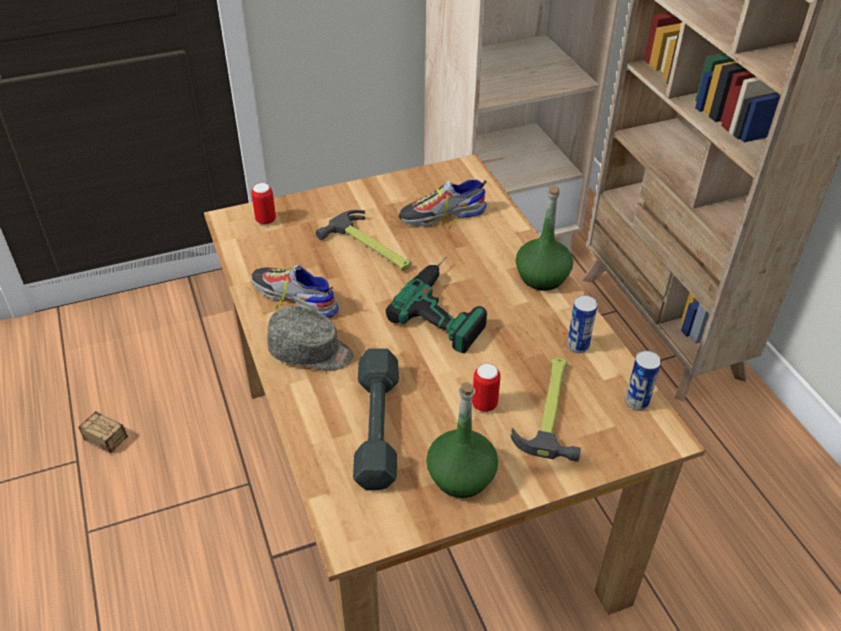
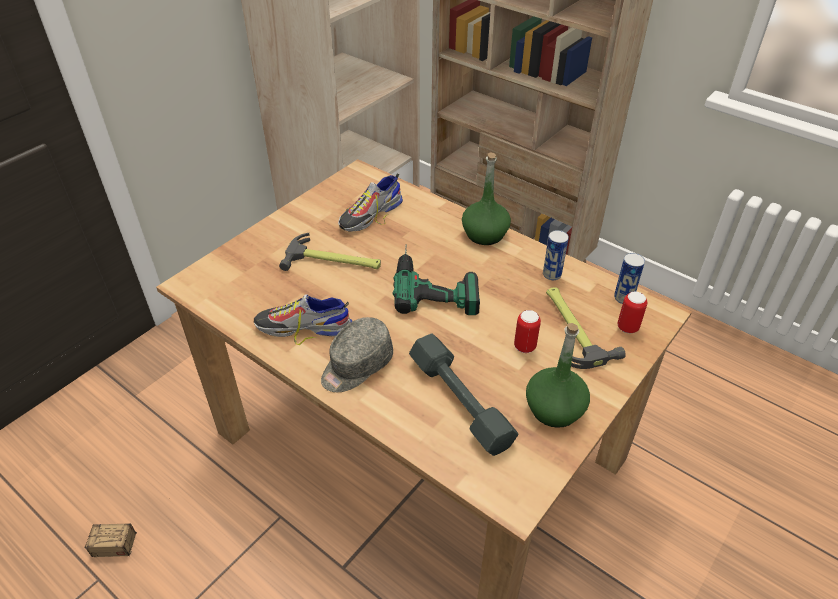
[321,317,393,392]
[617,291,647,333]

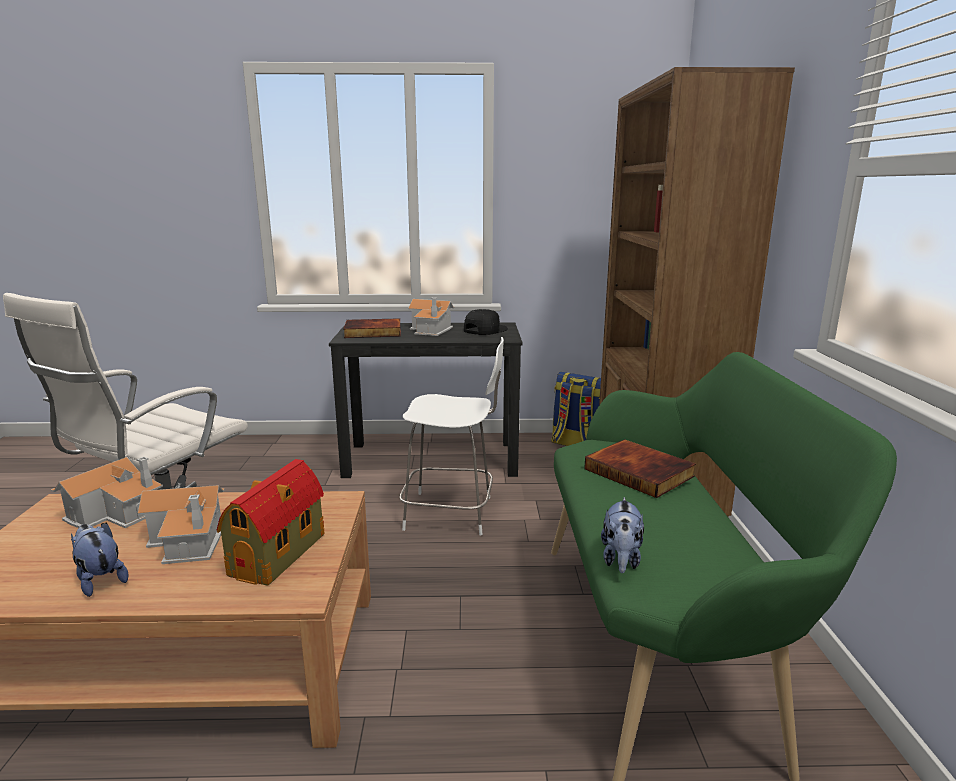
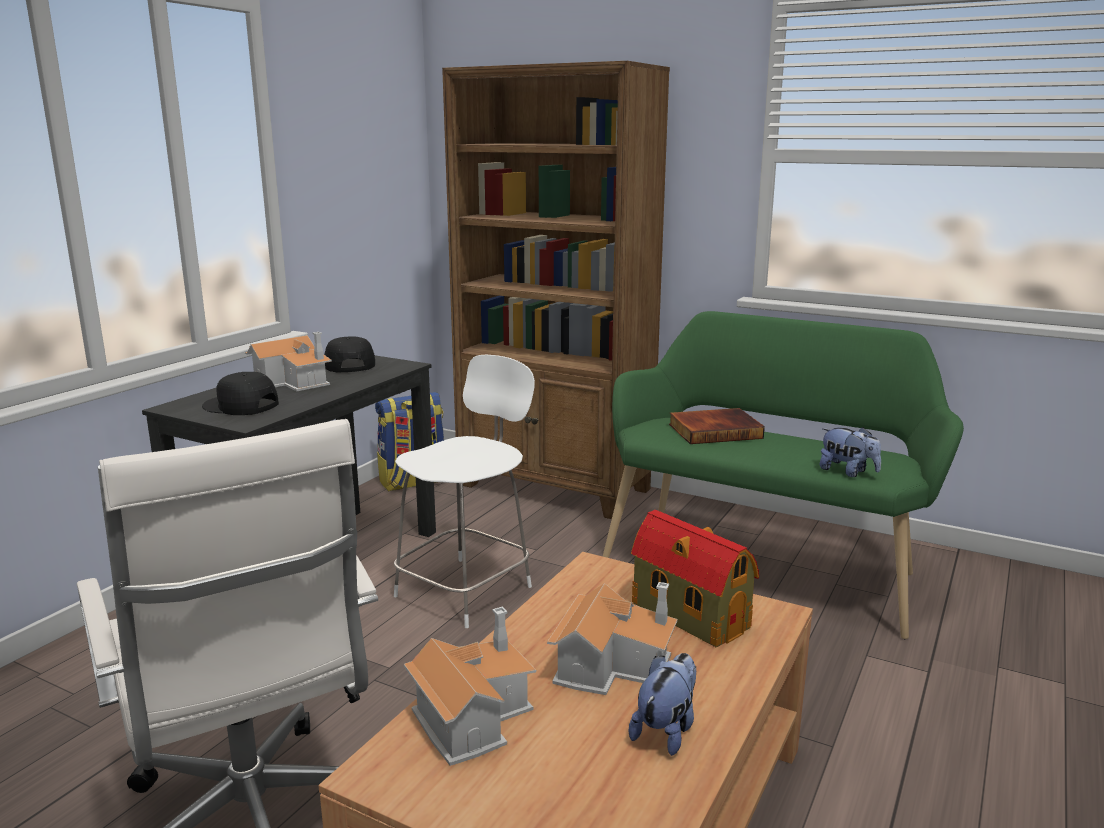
[202,372,279,415]
[629,653,696,756]

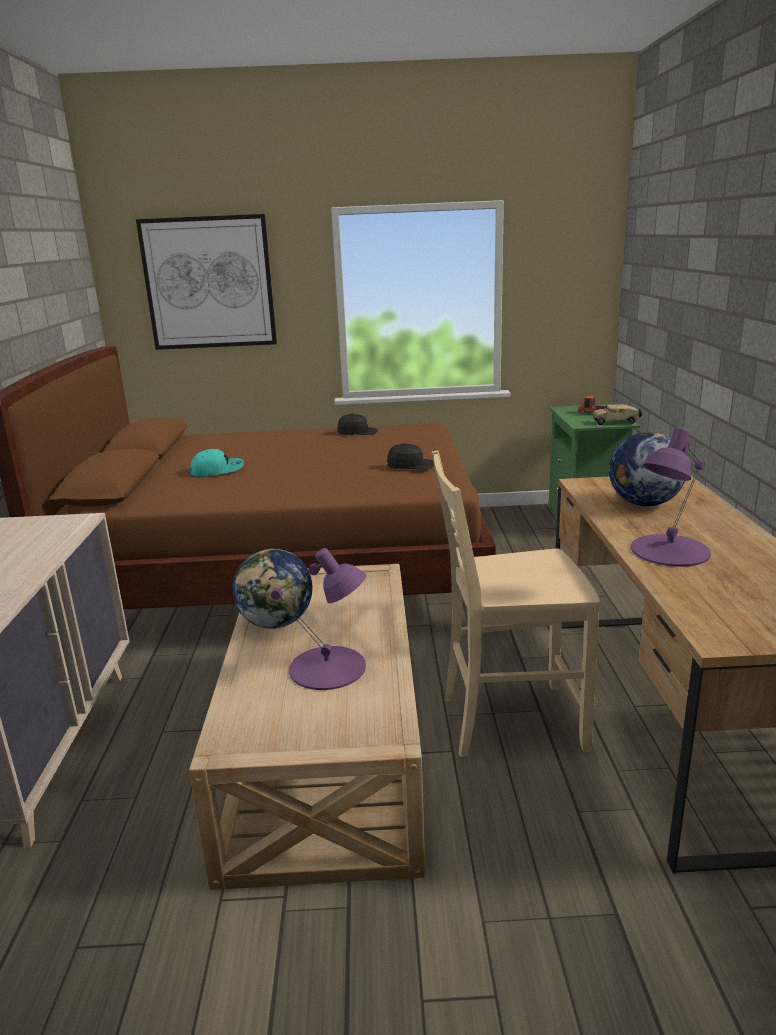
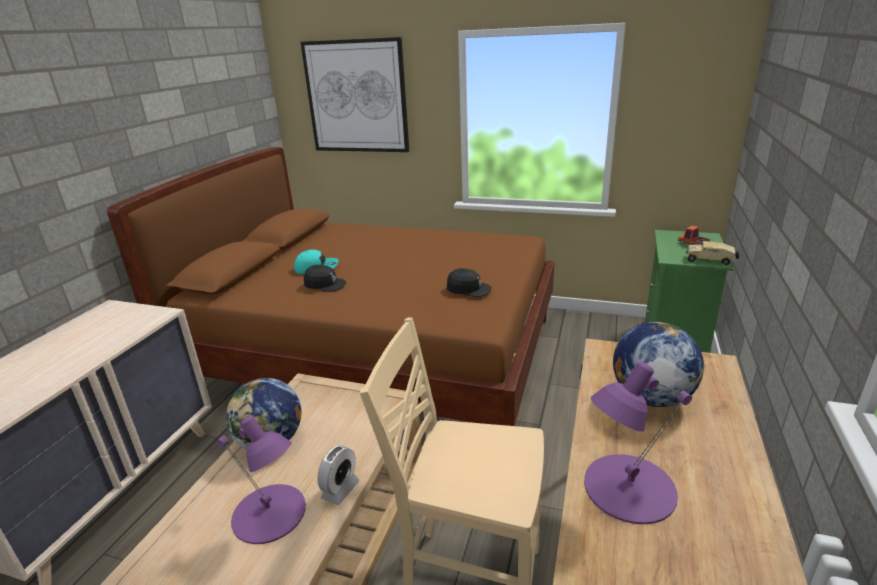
[304,265,347,292]
[317,445,359,505]

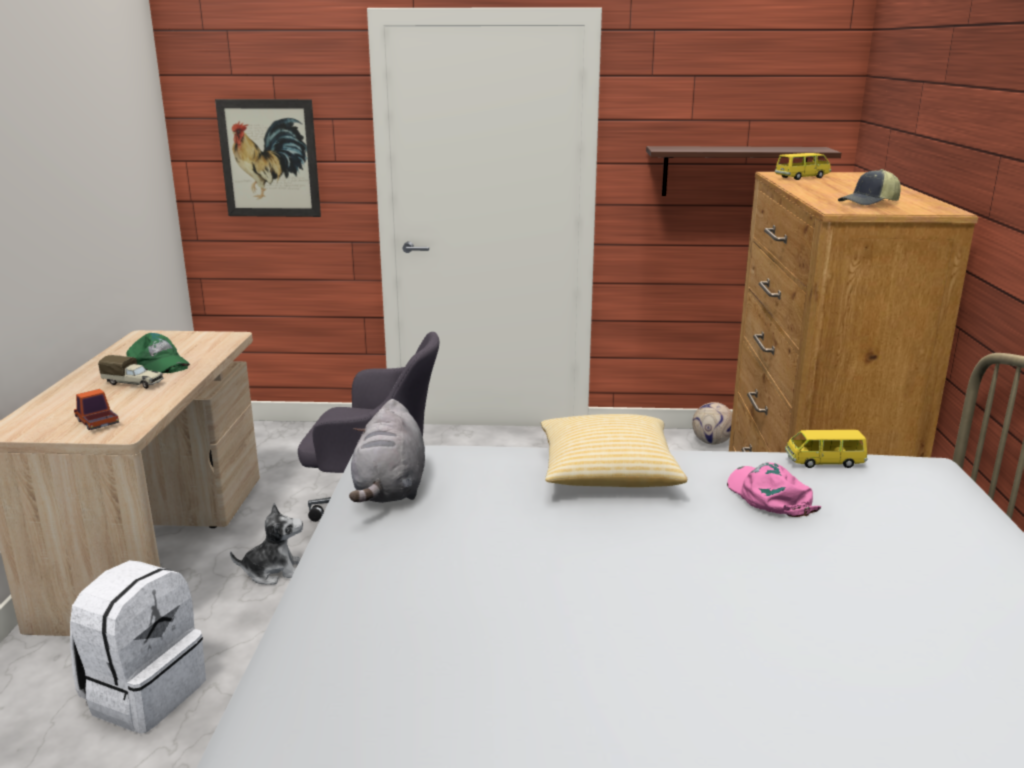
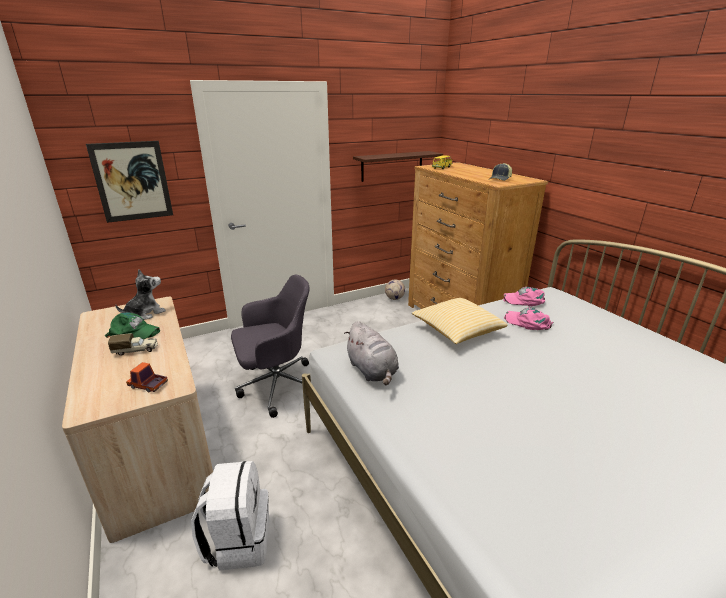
[115,269,166,320]
[503,287,545,306]

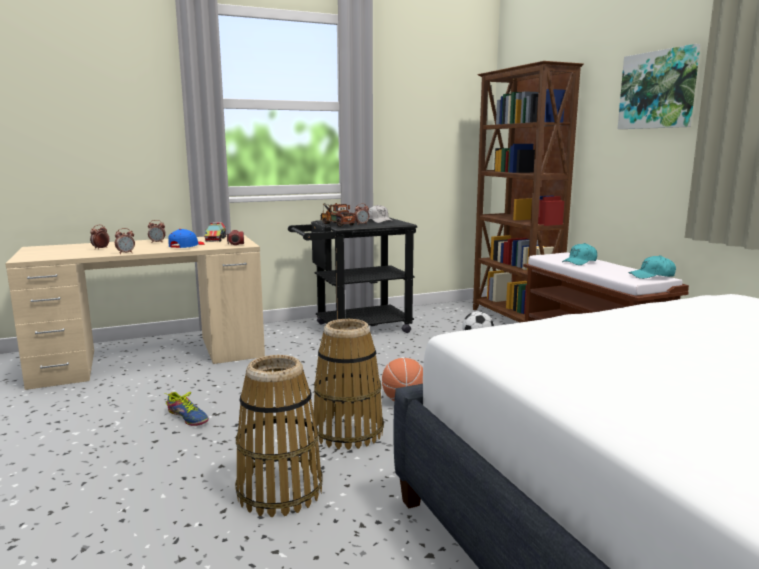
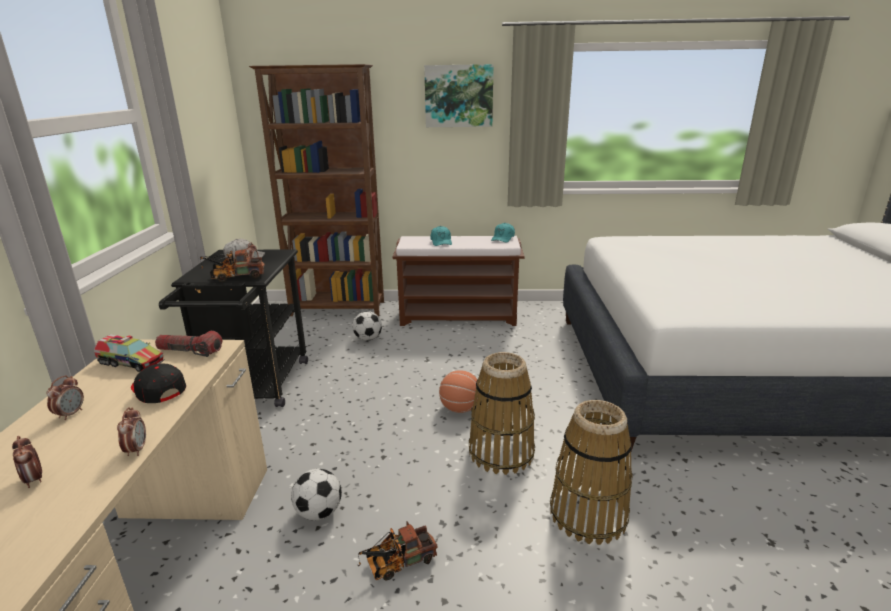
[131,363,186,403]
[291,469,342,521]
[358,522,438,580]

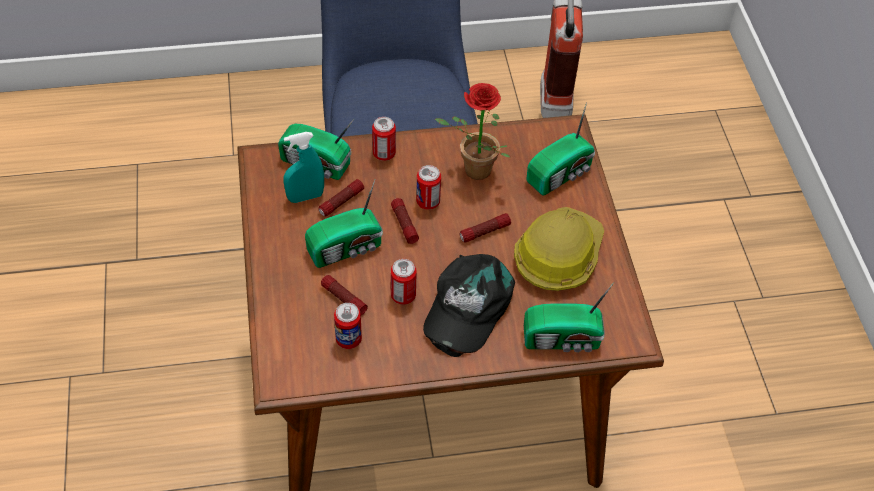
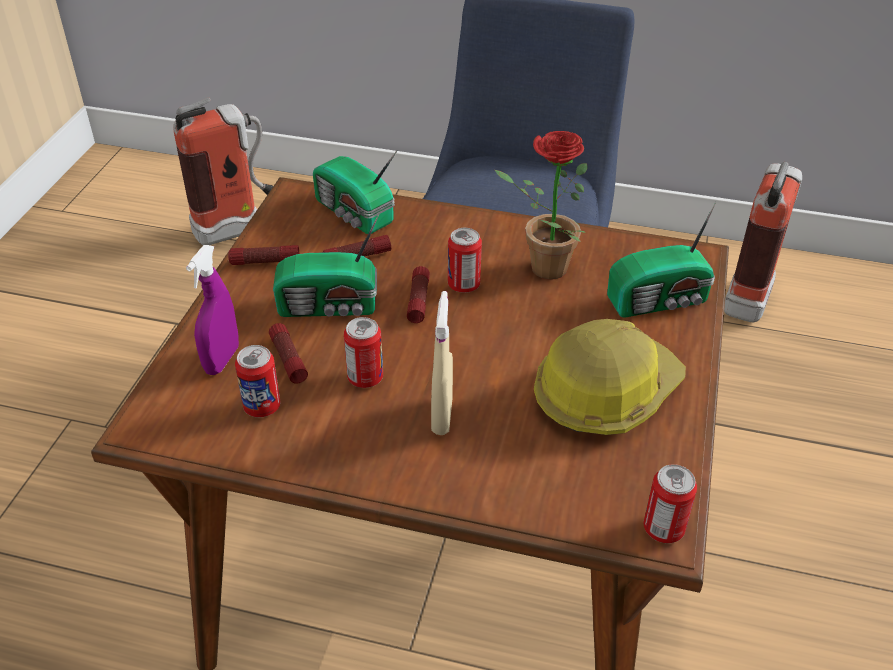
[173,97,273,245]
[186,245,239,375]
[228,245,300,265]
[431,291,453,435]
[644,464,697,543]
[283,132,324,203] (first image)
[524,282,614,352] (first image)

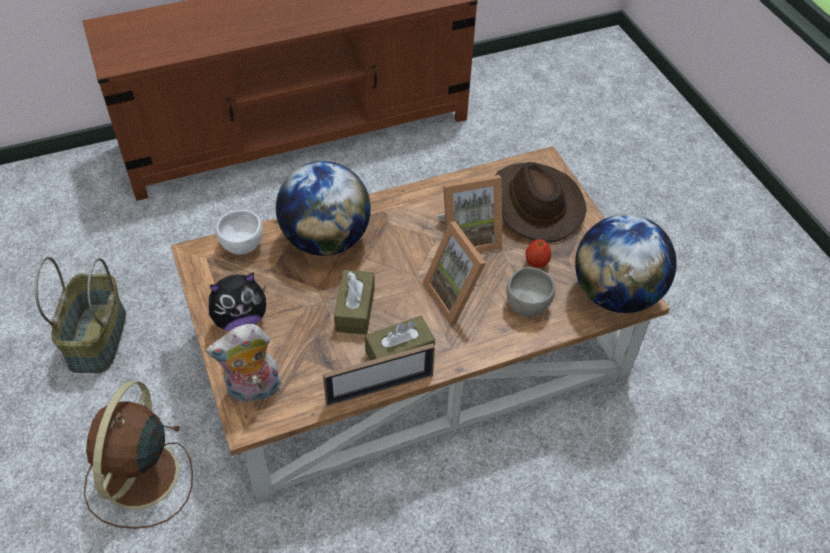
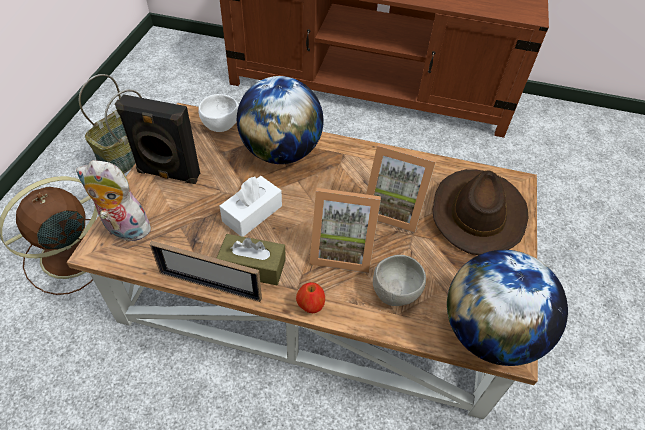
[115,94,200,184]
[219,176,282,237]
[296,282,325,313]
[310,188,381,273]

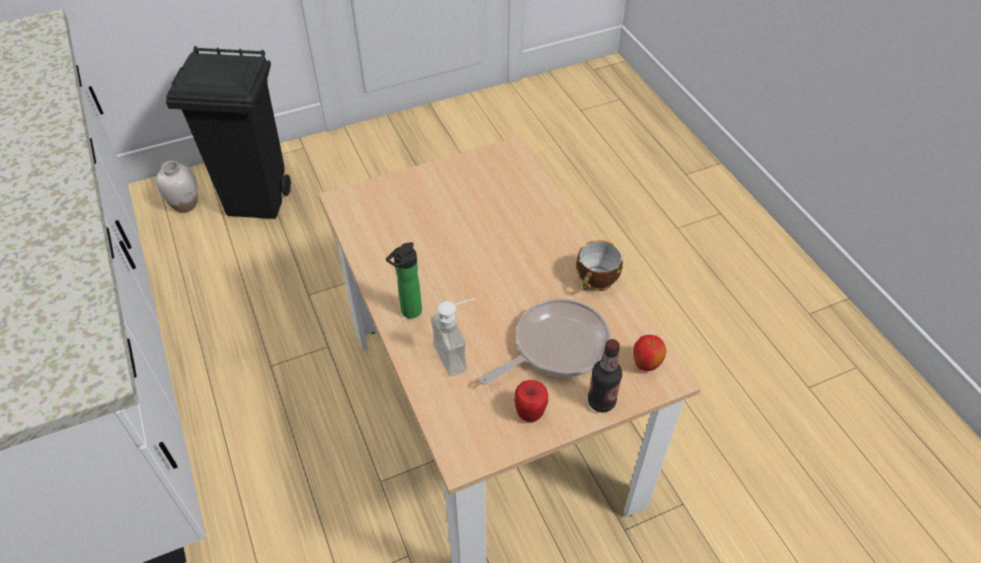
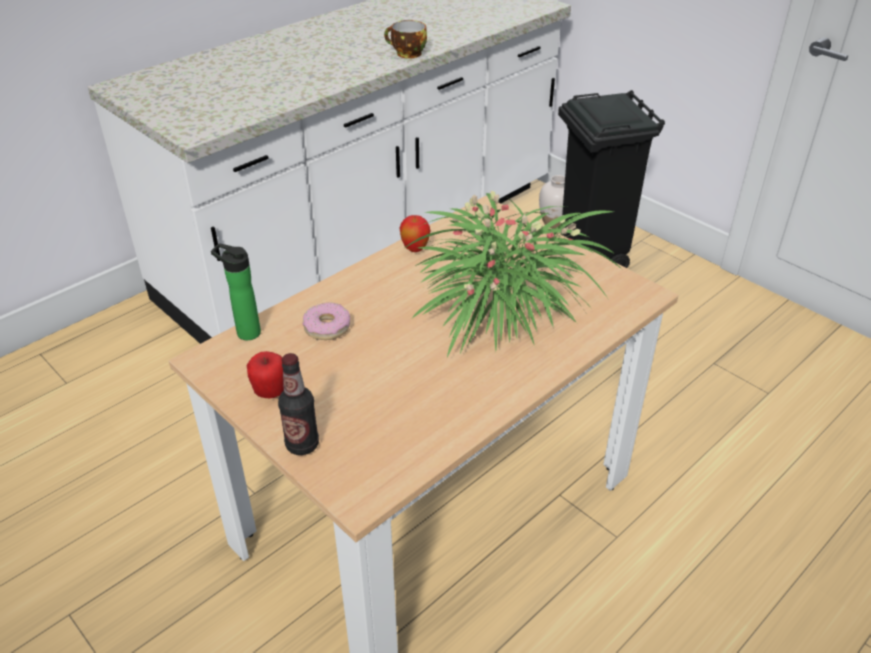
[211,243,261,340]
[303,302,350,340]
[384,20,427,58]
[400,215,430,252]
[405,190,623,357]
[480,298,611,385] (first image)

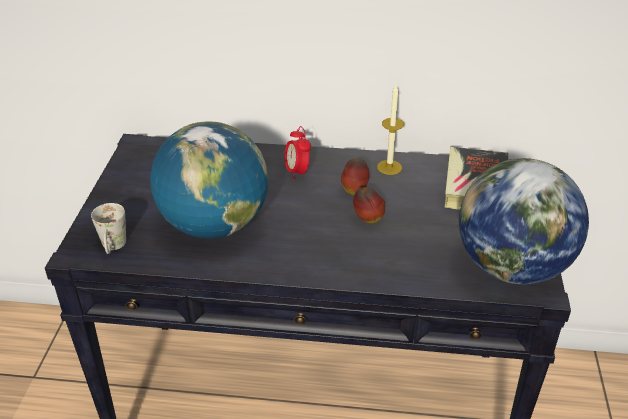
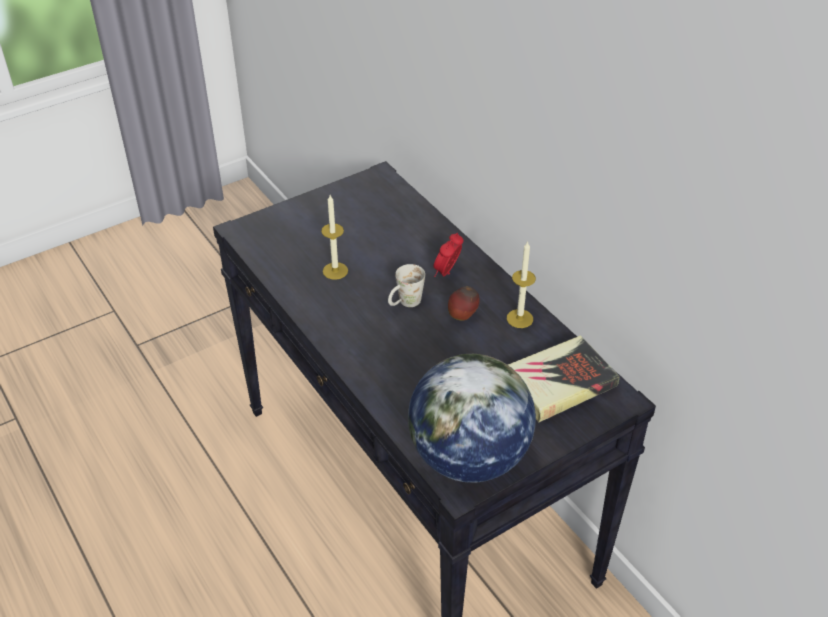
[321,195,348,280]
[388,264,425,307]
[353,187,385,223] (first image)

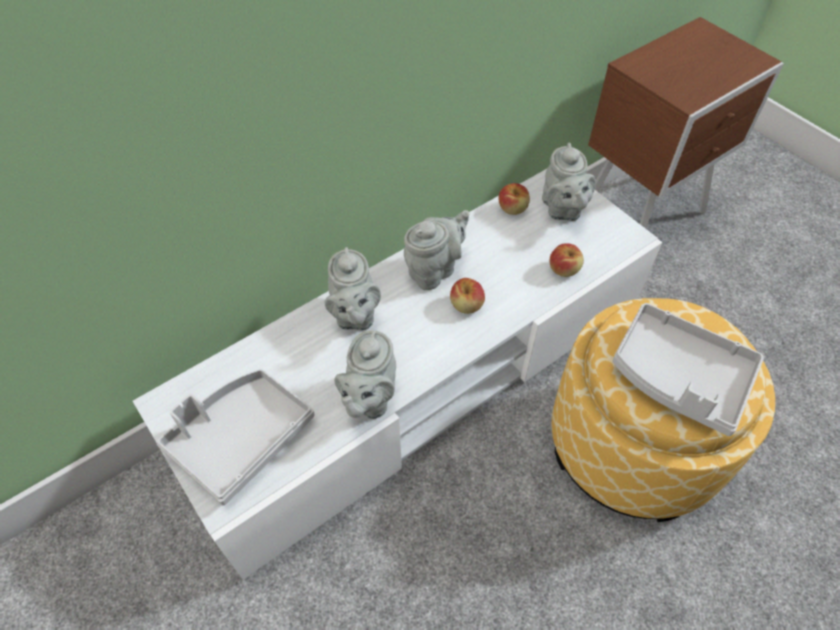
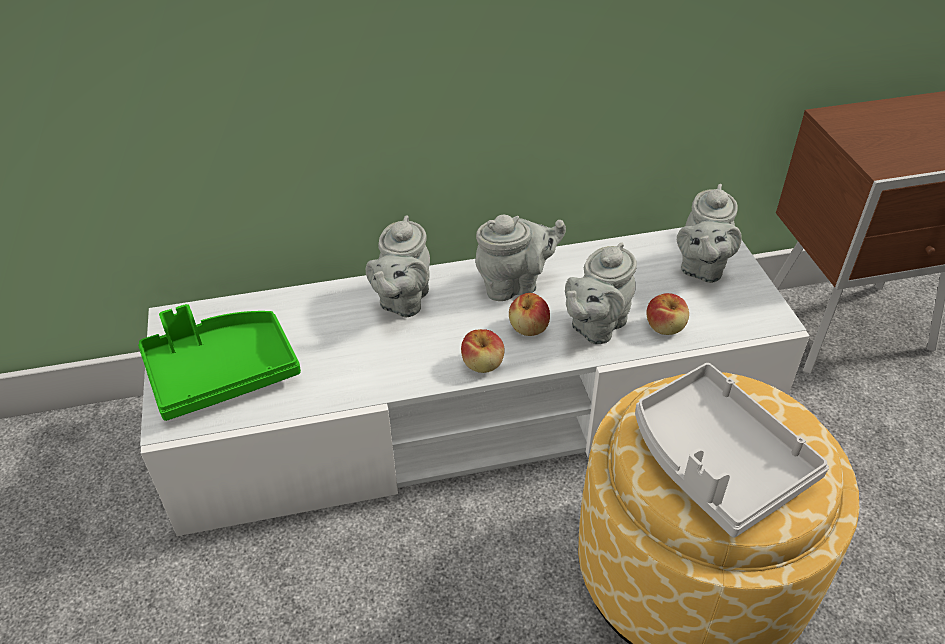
[138,304,301,421]
[461,329,505,373]
[565,243,637,344]

